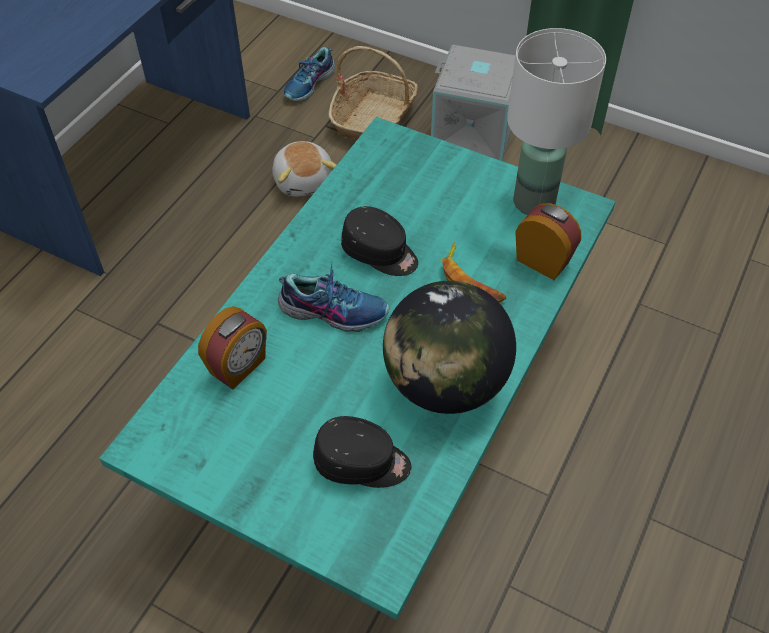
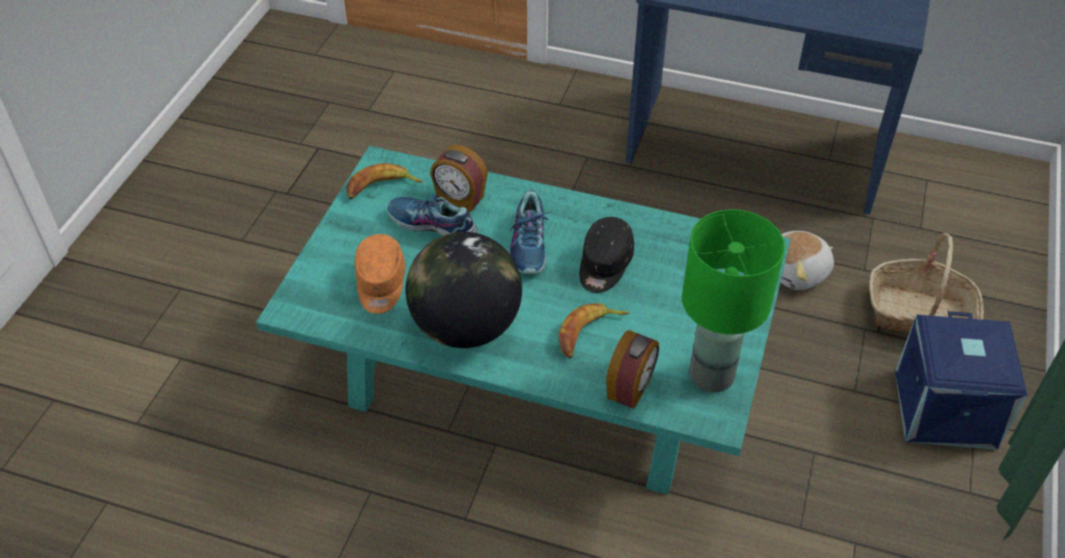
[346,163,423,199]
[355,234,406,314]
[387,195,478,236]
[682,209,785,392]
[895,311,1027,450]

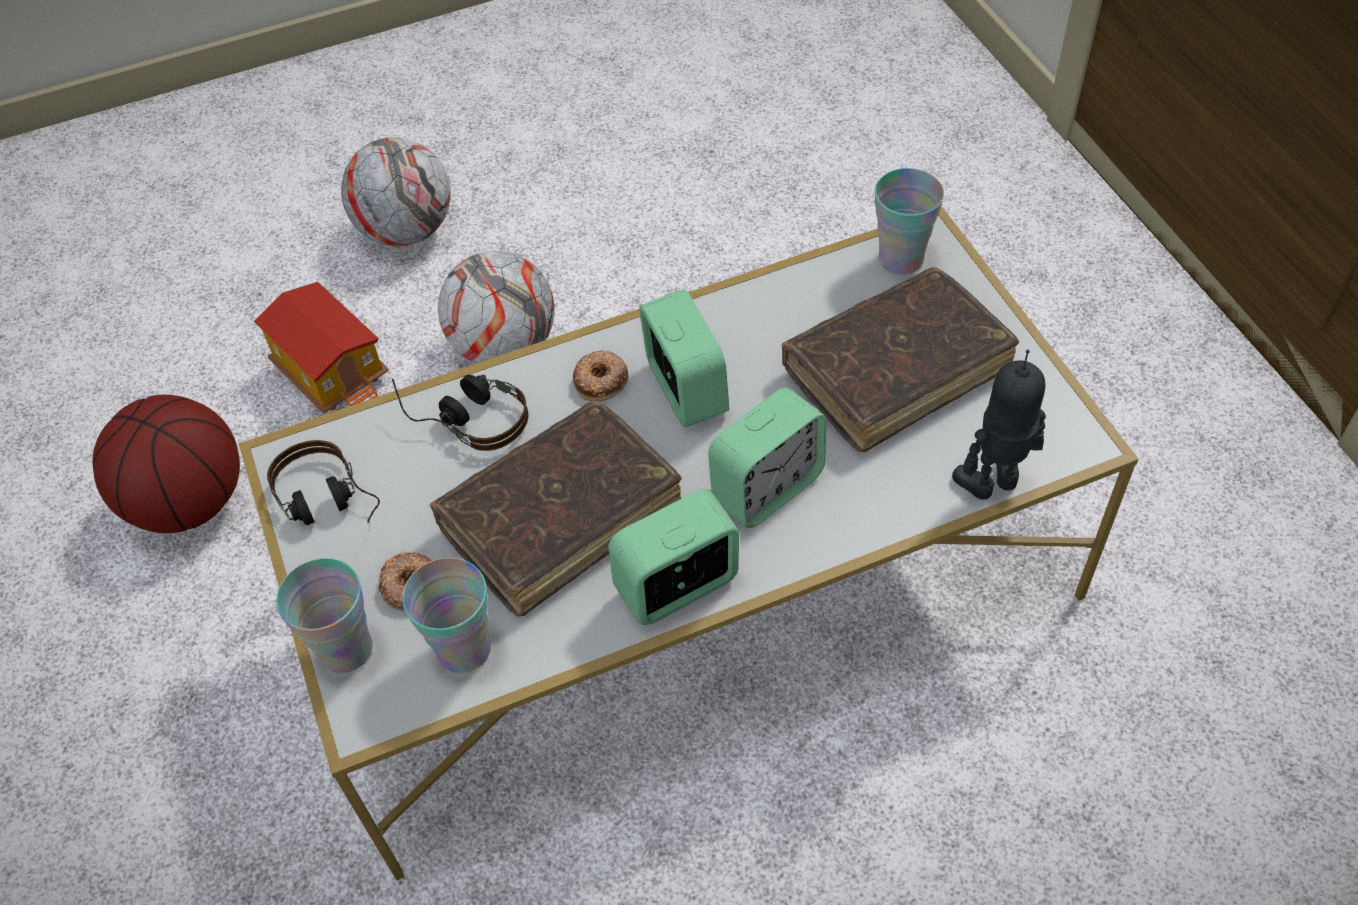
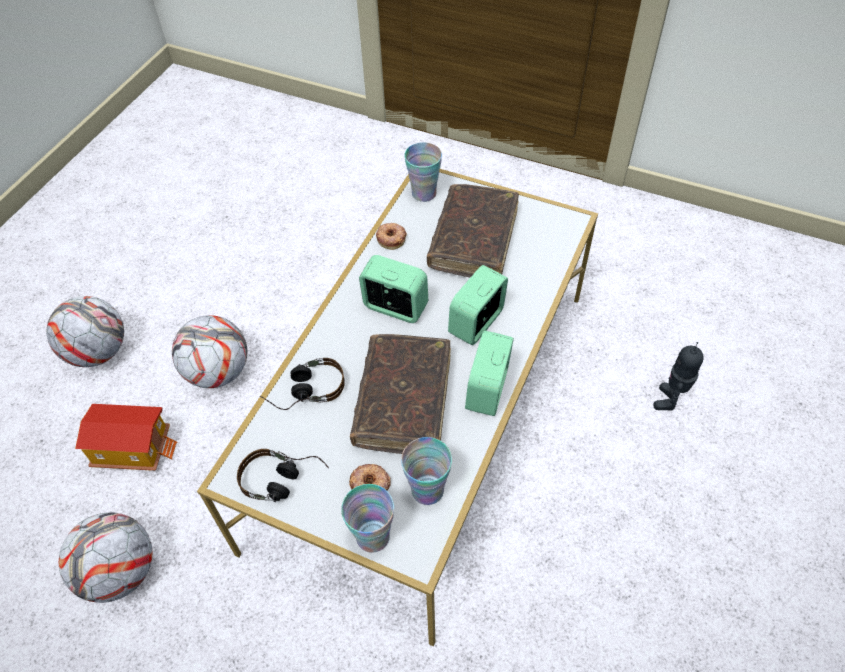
[59,512,152,603]
[376,223,407,250]
[448,265,508,345]
[653,342,704,411]

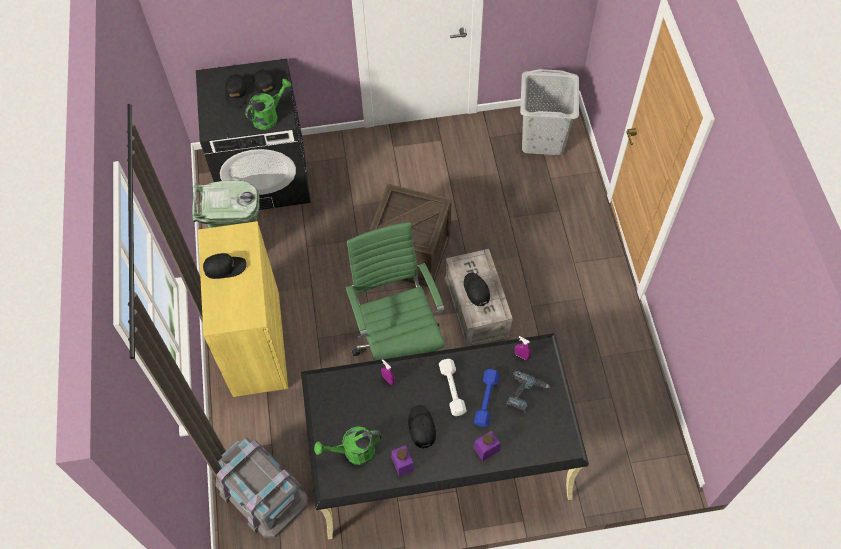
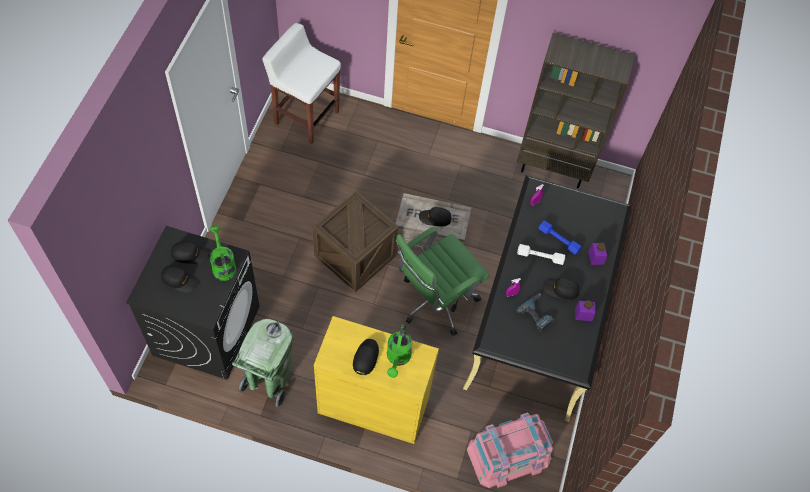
[262,23,341,144]
[387,324,412,378]
[396,227,490,336]
[467,412,553,488]
[517,33,635,188]
[517,293,554,331]

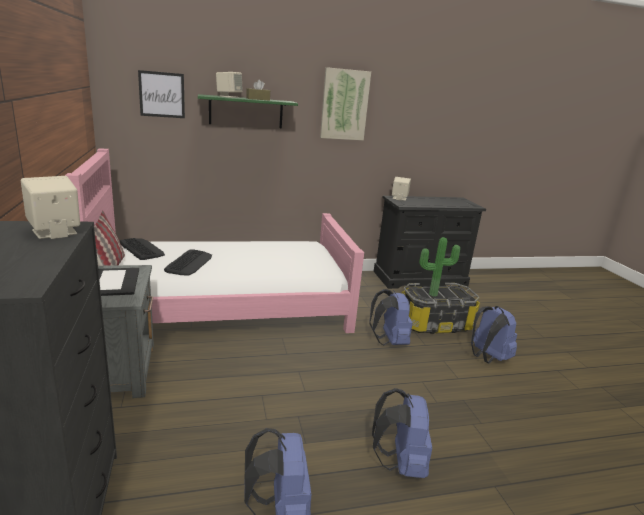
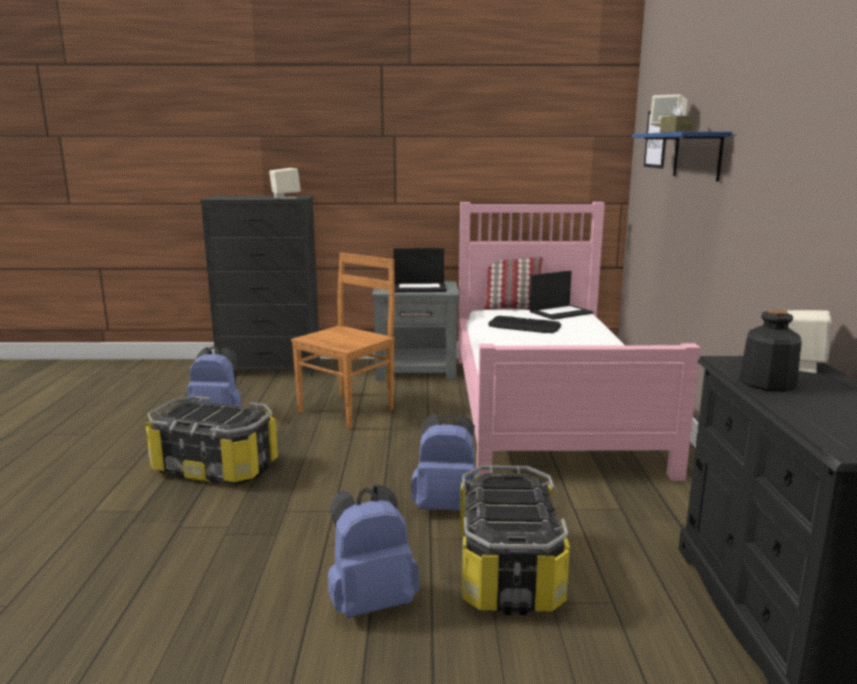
[146,396,278,485]
[291,253,395,429]
[529,271,594,320]
[632,132,732,181]
[739,309,802,392]
[320,67,371,141] (first image)
[419,237,460,296] (first image)

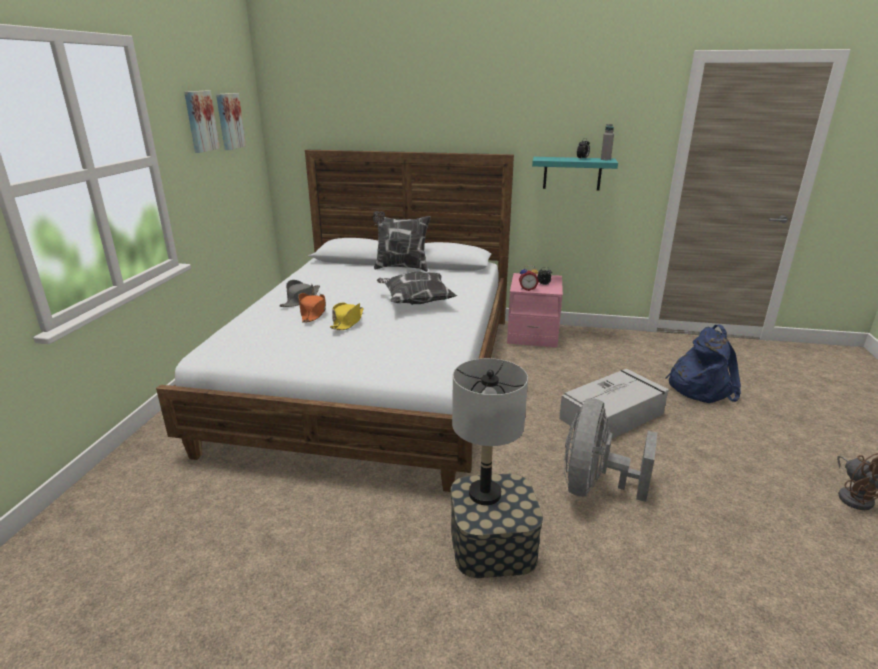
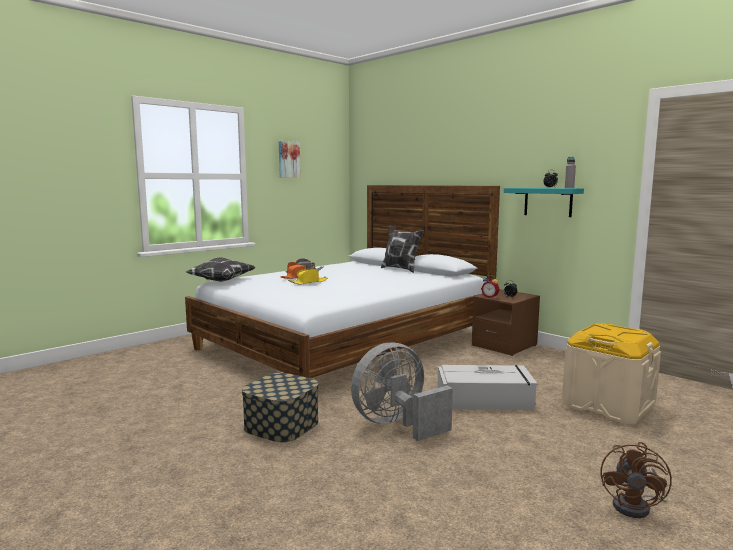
[186,257,256,282]
[472,289,540,356]
[562,323,661,424]
[216,93,246,150] (first image)
[452,358,528,505] (first image)

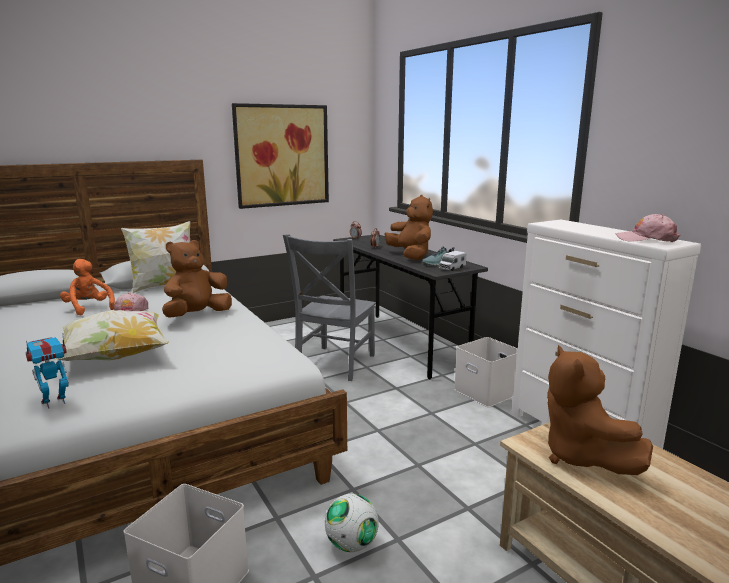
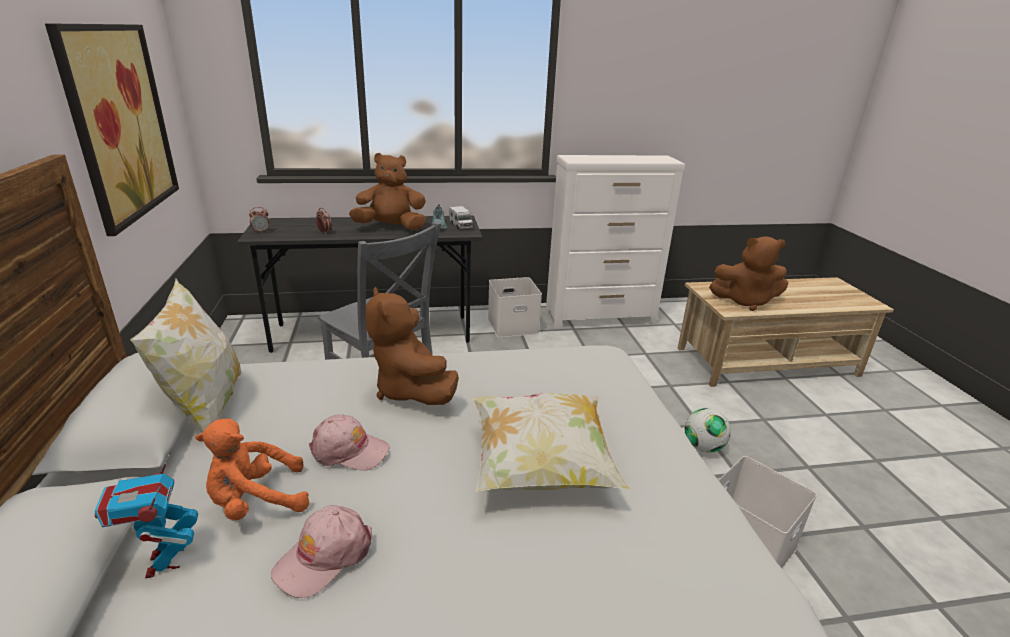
[94,453,198,578]
[271,505,372,598]

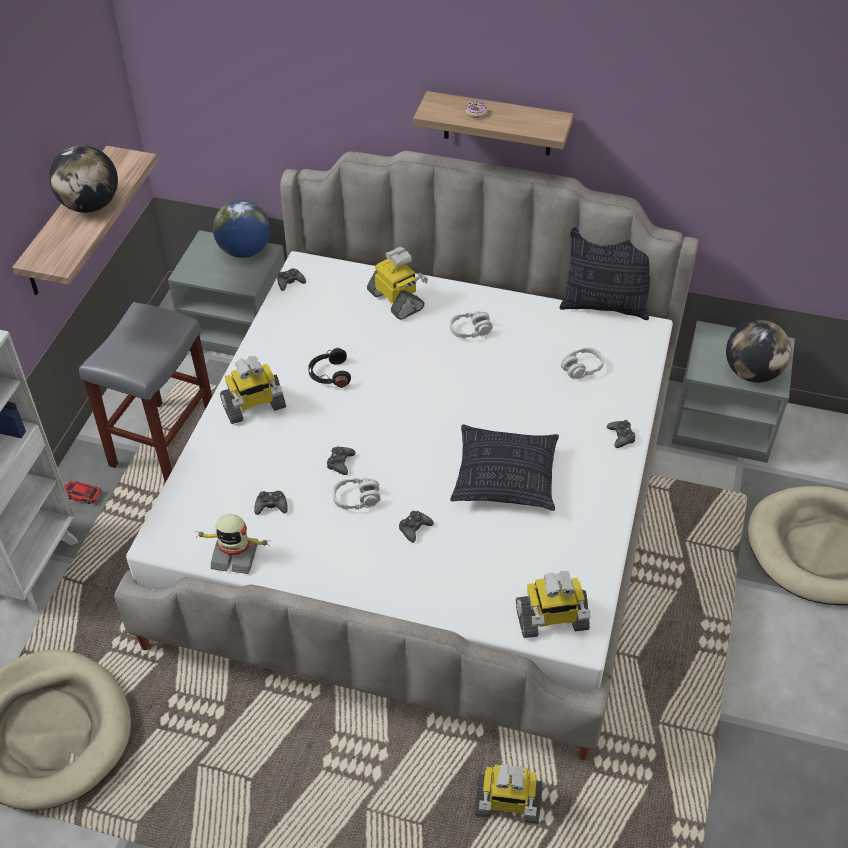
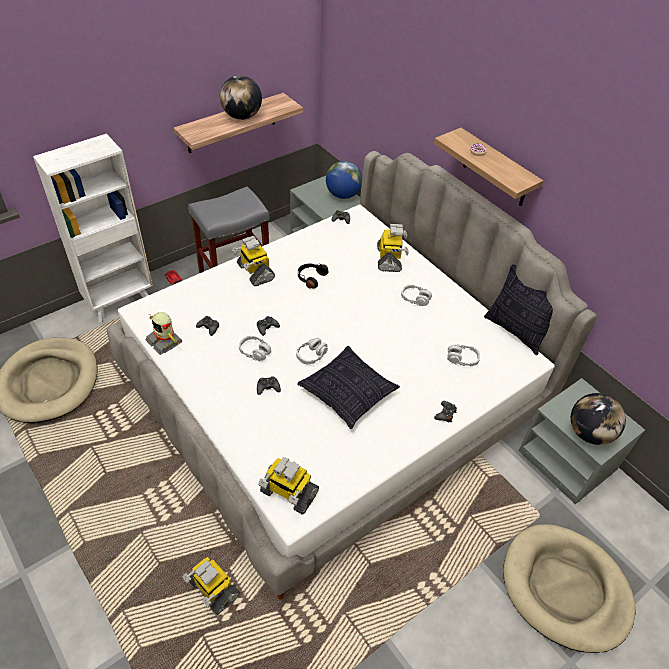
[232,236,275,286]
[296,338,328,364]

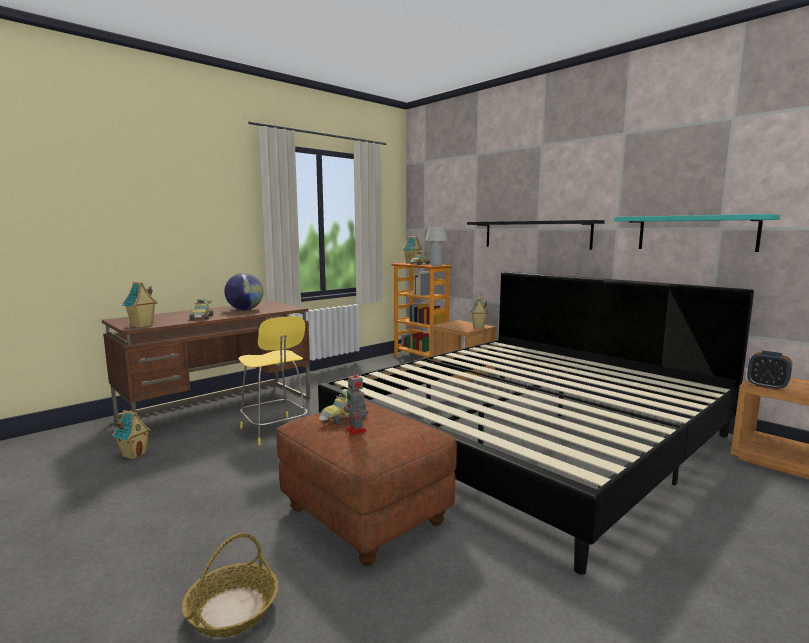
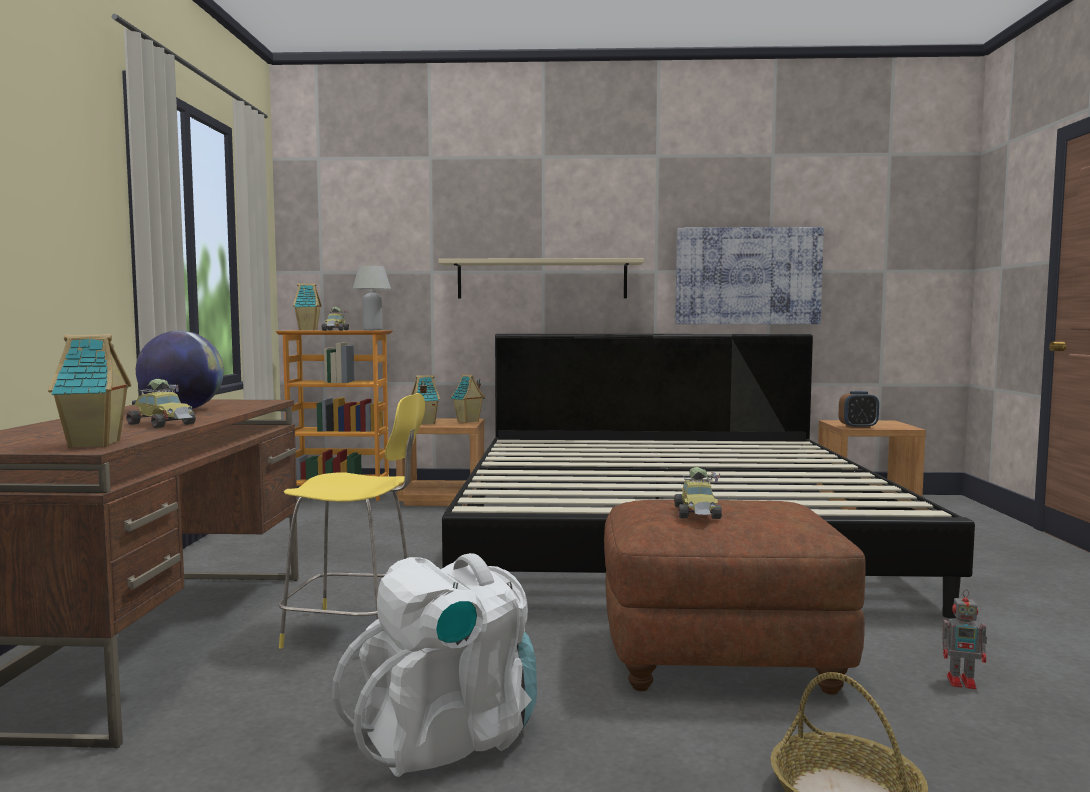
[332,553,537,777]
[411,375,440,424]
[438,258,644,299]
[675,227,824,324]
[942,589,987,689]

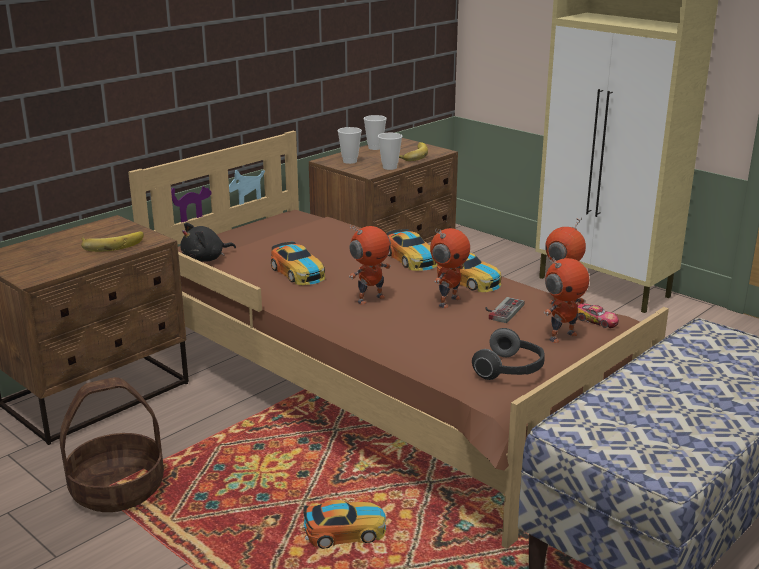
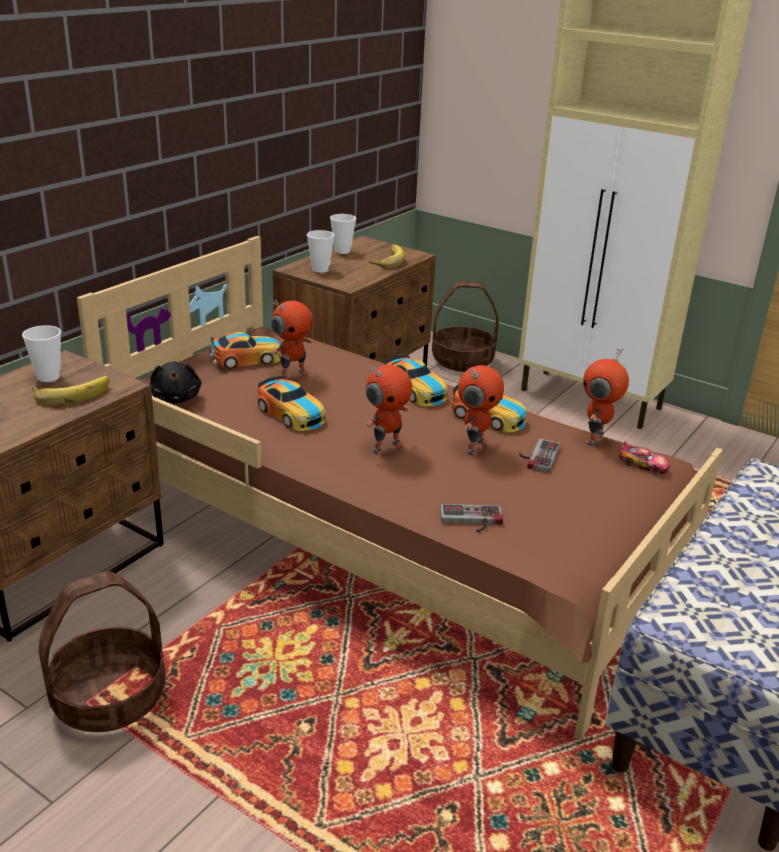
[22,325,61,382]
[149,362,201,404]
[211,332,281,369]
[271,299,313,380]
[432,281,499,372]
[440,504,503,532]
[472,328,544,380] (first image)

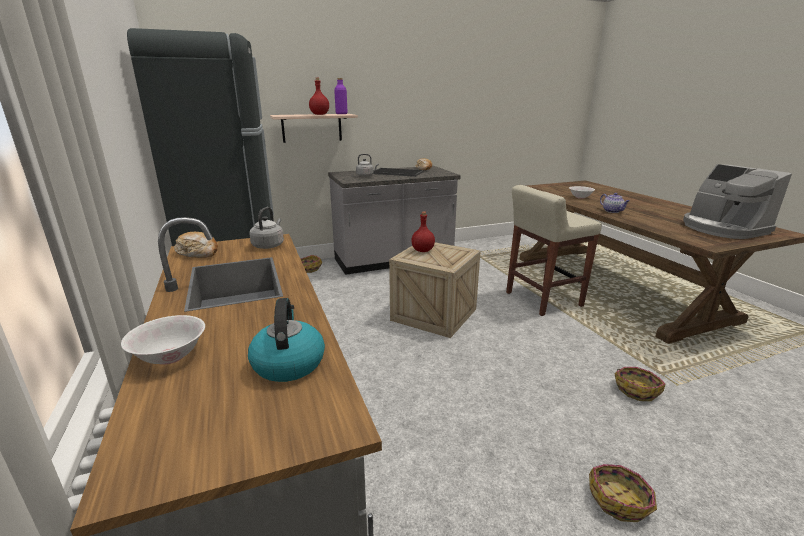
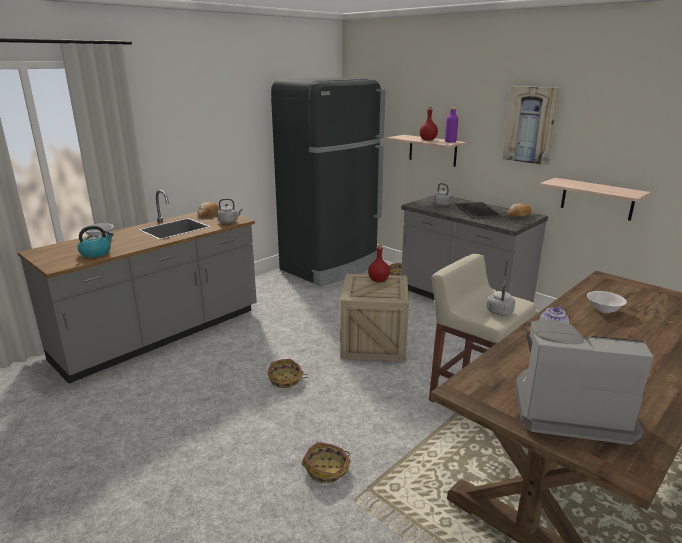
[268,359,308,388]
[487,281,515,316]
[502,86,560,165]
[516,320,653,445]
[540,178,651,221]

